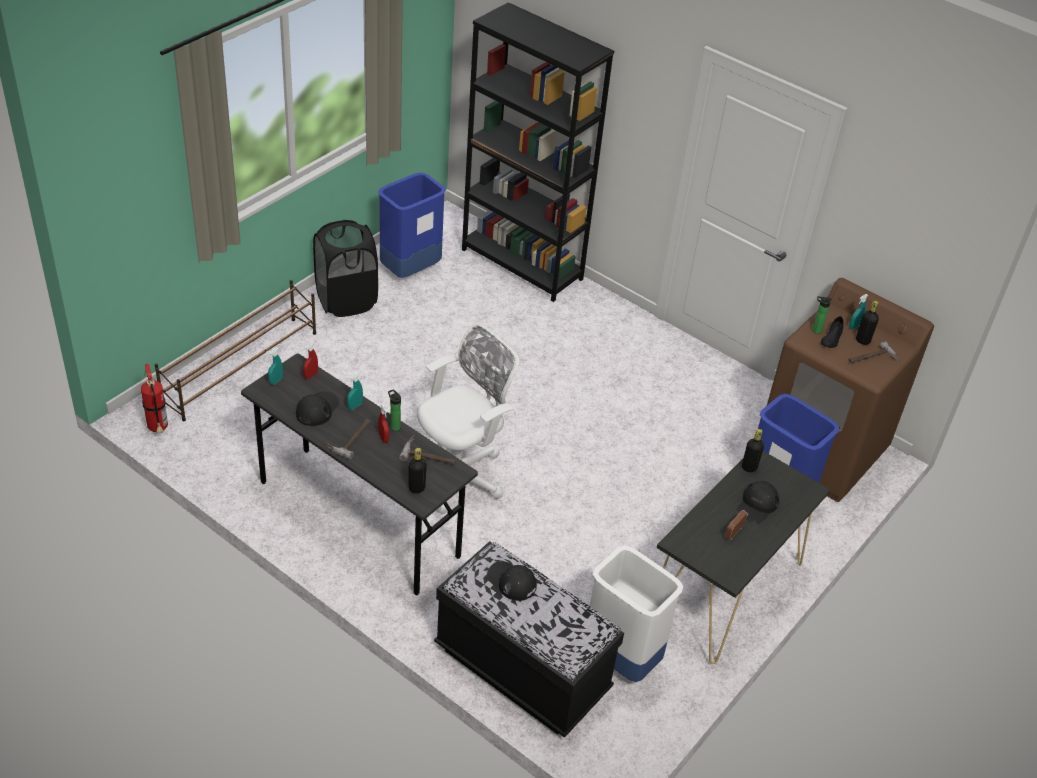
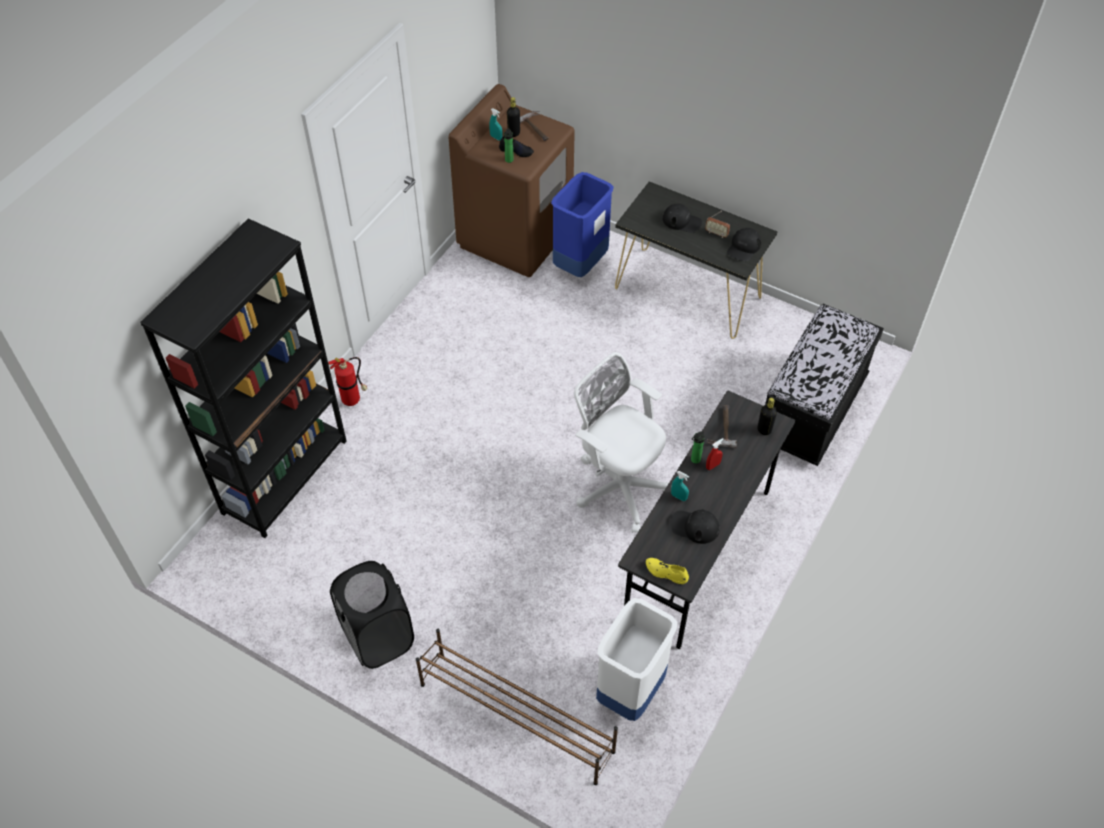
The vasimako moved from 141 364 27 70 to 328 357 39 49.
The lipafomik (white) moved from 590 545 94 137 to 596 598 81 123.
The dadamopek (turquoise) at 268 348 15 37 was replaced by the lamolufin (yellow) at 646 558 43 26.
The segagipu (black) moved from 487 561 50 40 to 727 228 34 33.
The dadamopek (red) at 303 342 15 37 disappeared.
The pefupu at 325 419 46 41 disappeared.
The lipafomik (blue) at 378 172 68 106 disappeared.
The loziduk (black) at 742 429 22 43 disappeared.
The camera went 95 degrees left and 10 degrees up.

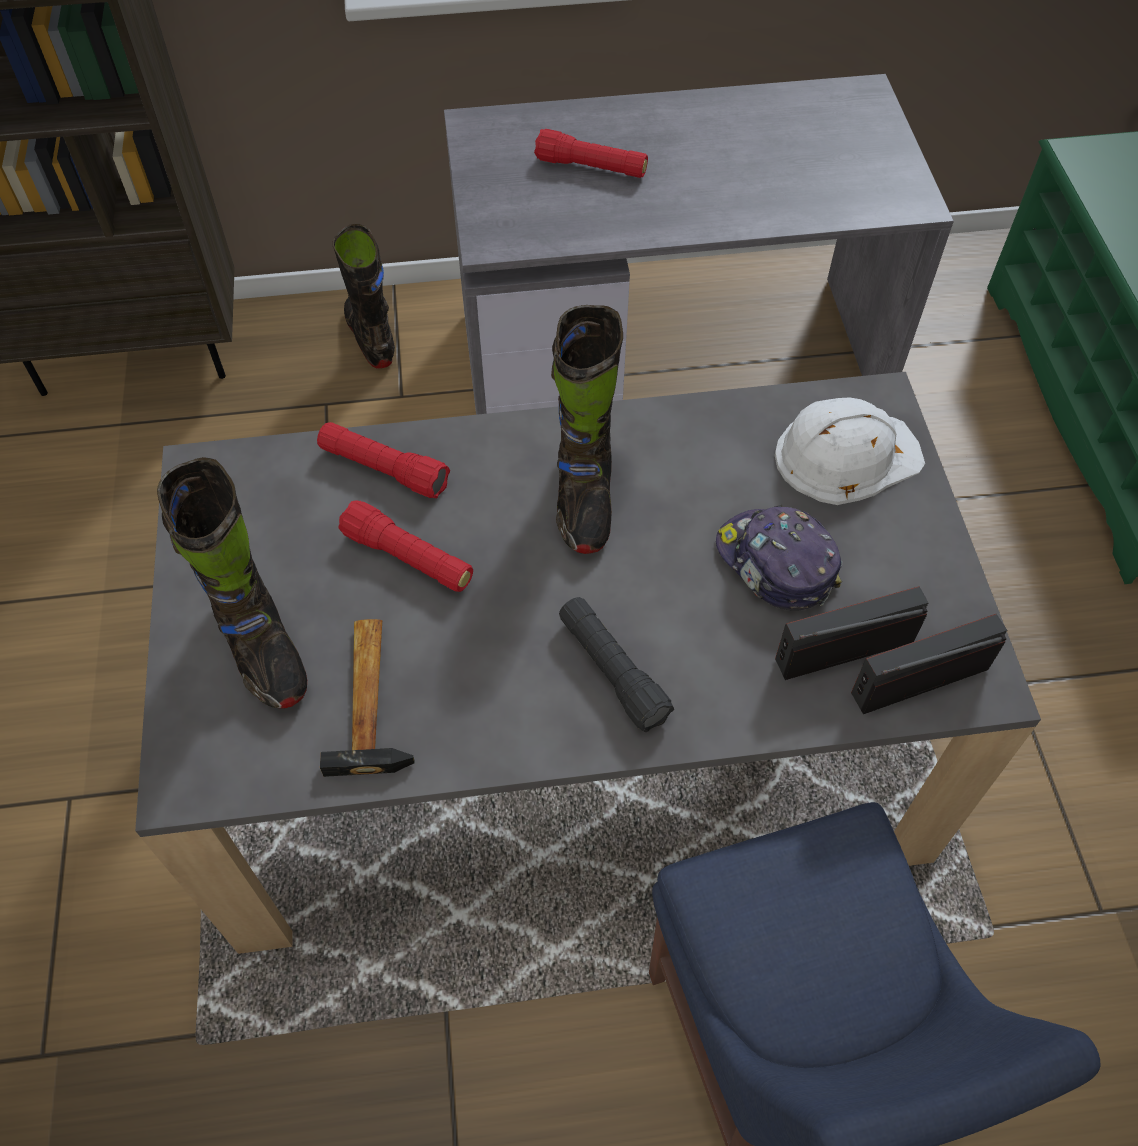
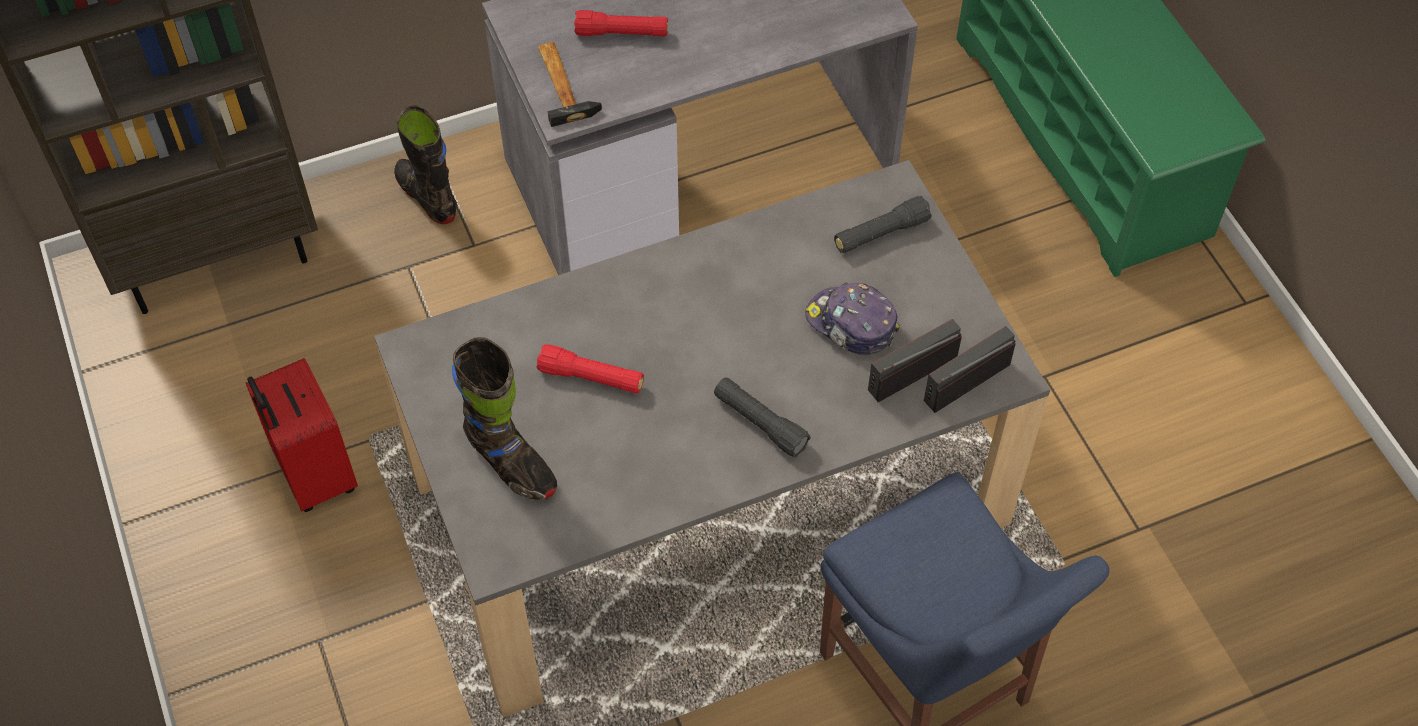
The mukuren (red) at 246 358 112 154 appeared.
The pefupu moved from 320 619 95 158 to 538 42 64 85.
The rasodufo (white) at 775 397 150 108 was replaced by the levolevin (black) at 834 196 98 57.
The levolevin (red) at 317 422 133 76 disappeared.
The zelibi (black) at 551 305 72 249 disappeared.
The camera went 15 degrees left and 0 degrees up.

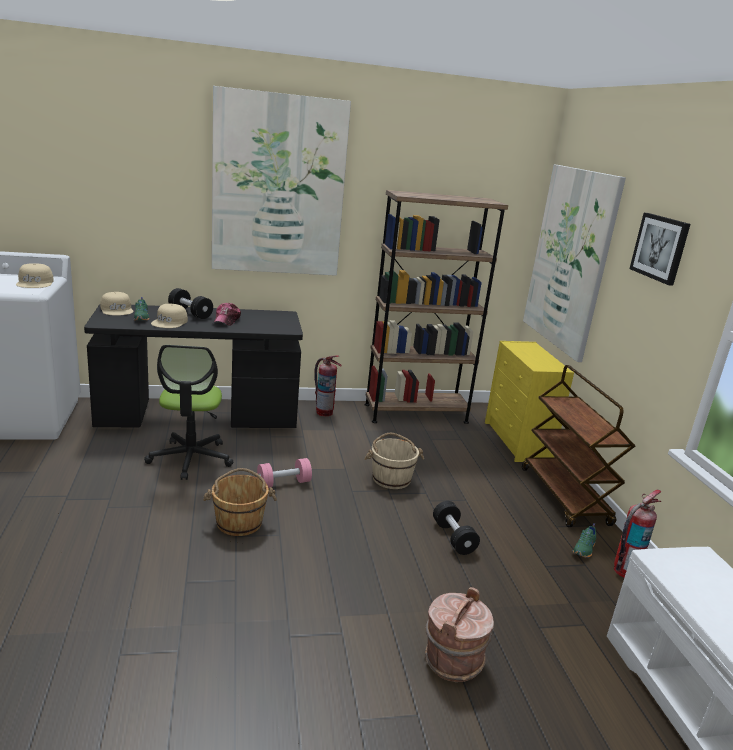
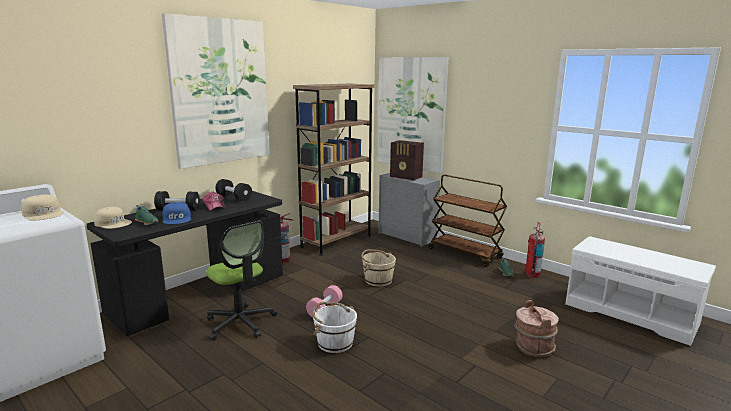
The segagipu (beige) at 151 304 37 24 became the segagipu (blue) at 162 202 29 22.
The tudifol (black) moved from 433 501 47 54 to 215 179 37 22.
The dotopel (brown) at 203 468 74 68 became the dotopel (white) at 313 302 44 51.
The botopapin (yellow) at 485 341 89 121 became the botopapin (grey) at 378 173 62 74.
The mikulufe at 390 140 34 41 appeared.
The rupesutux at 629 213 62 73 disappeared.
The camera went 35 degrees left and 5 degrees down.

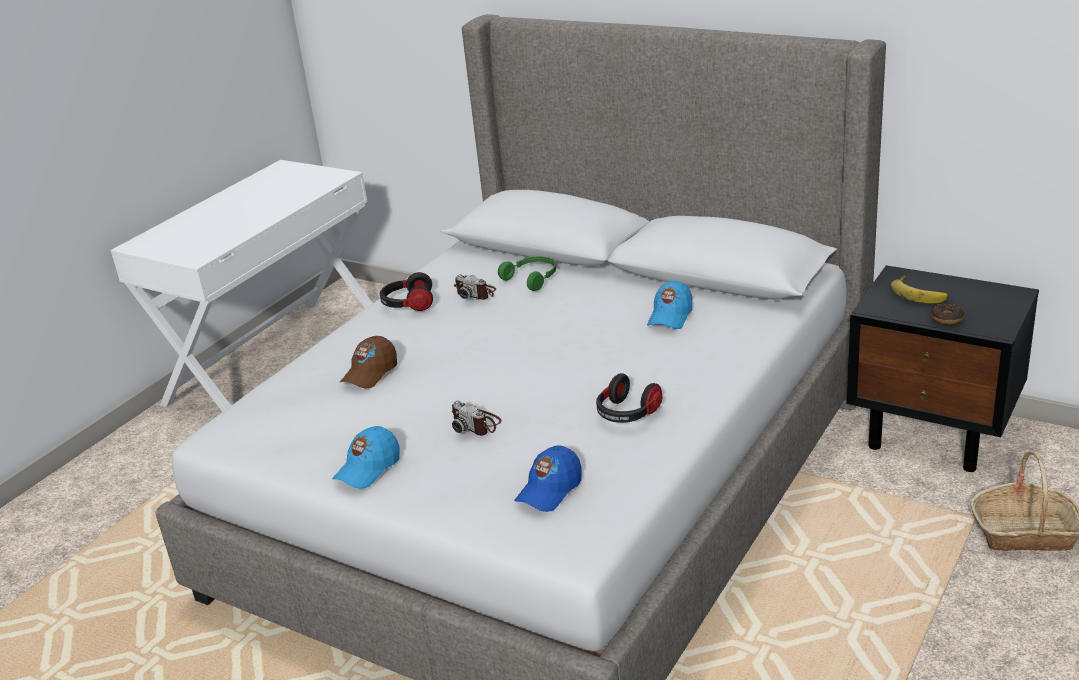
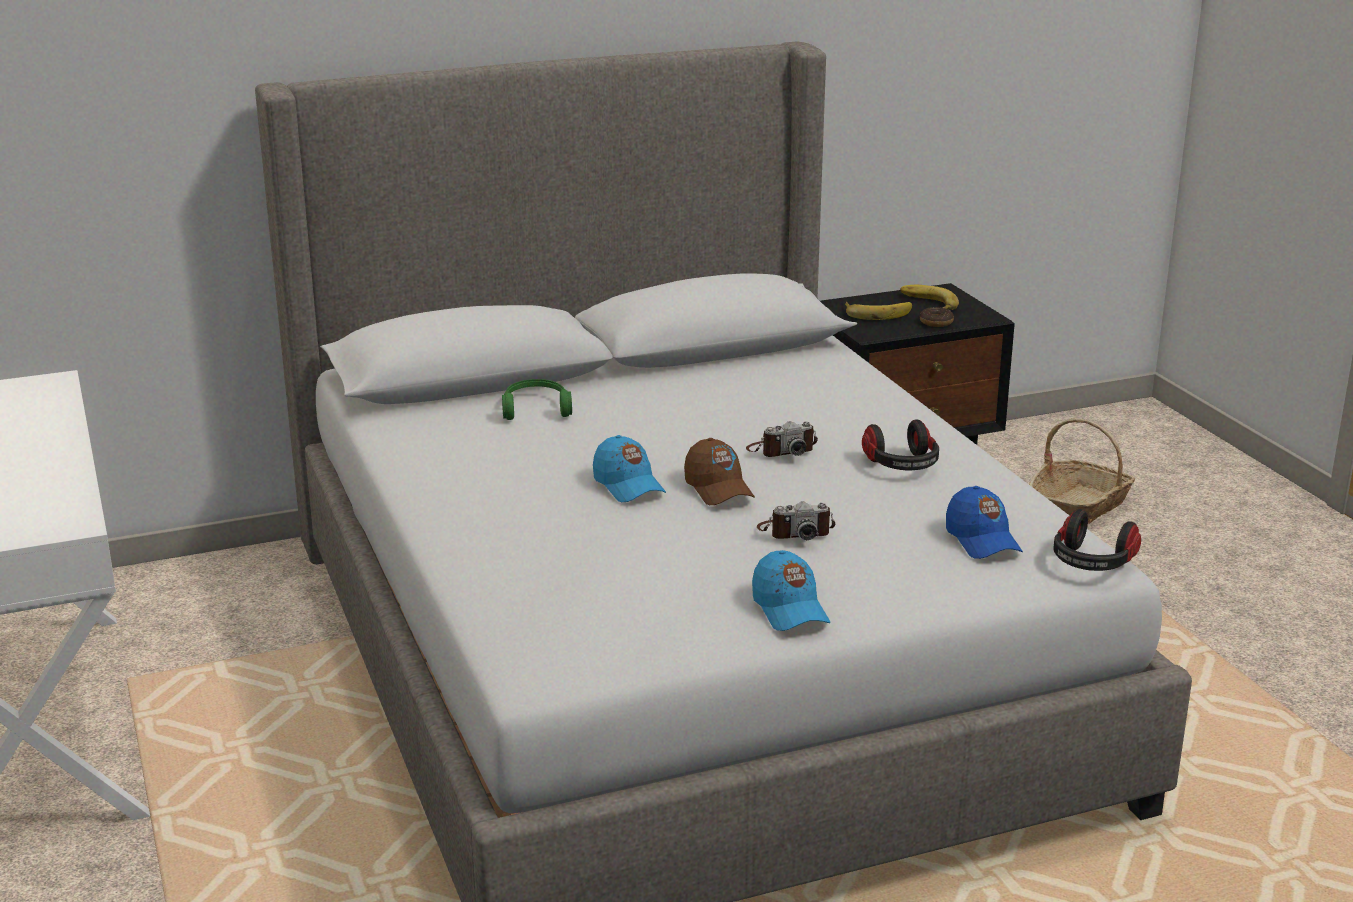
The segagipu (blue) moved from 647 281 45 48 to 593 435 73 67.
The segagipu (brown) moved from 340 336 57 52 to 684 438 71 67.
The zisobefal moved from 454 274 42 26 to 746 421 72 36.
The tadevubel at 900 285 59 25 appeared.
The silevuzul moved from 380 272 53 39 to 1053 509 88 62.
The camera went 55 degrees left and 5 degrees down.

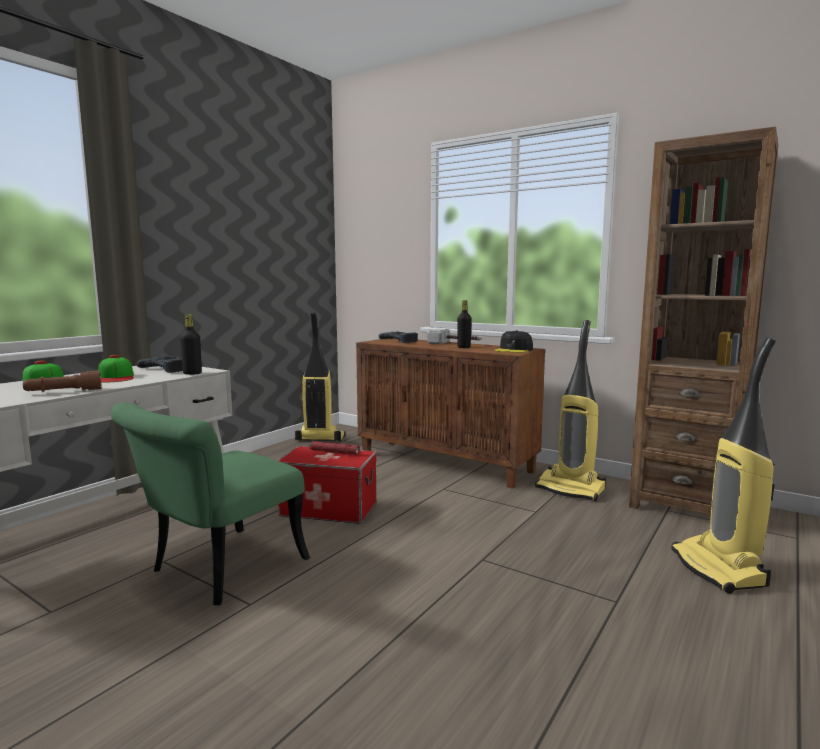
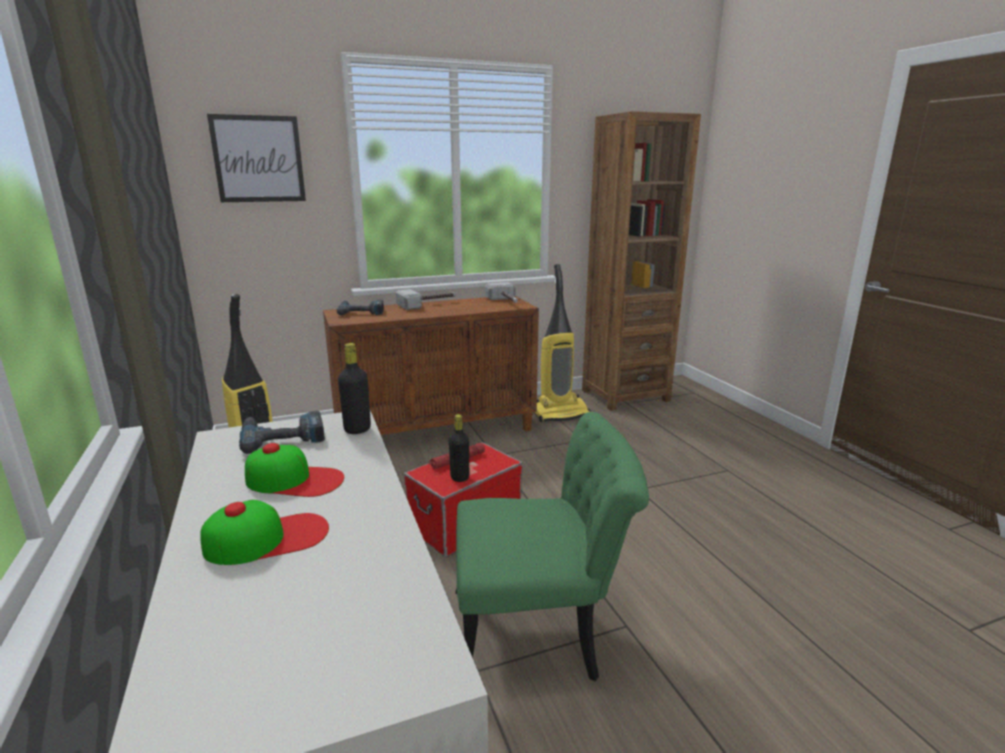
The rupesutux at 207 114 99 88 appeared.
The loziduk (black) moved from 457 300 15 48 to 449 414 20 68.
The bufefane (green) at 111 402 199 203 turned 75 degrees counterclockwise.
The segagipu (black) at 495 330 38 23 was replaced by the pefupu at 484 282 34 21.
The levolevin (brown) at 23 370 79 22 disappeared.
The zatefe at 671 338 105 256 disappeared.
The camera went 55 degrees left and 10 degrees up.

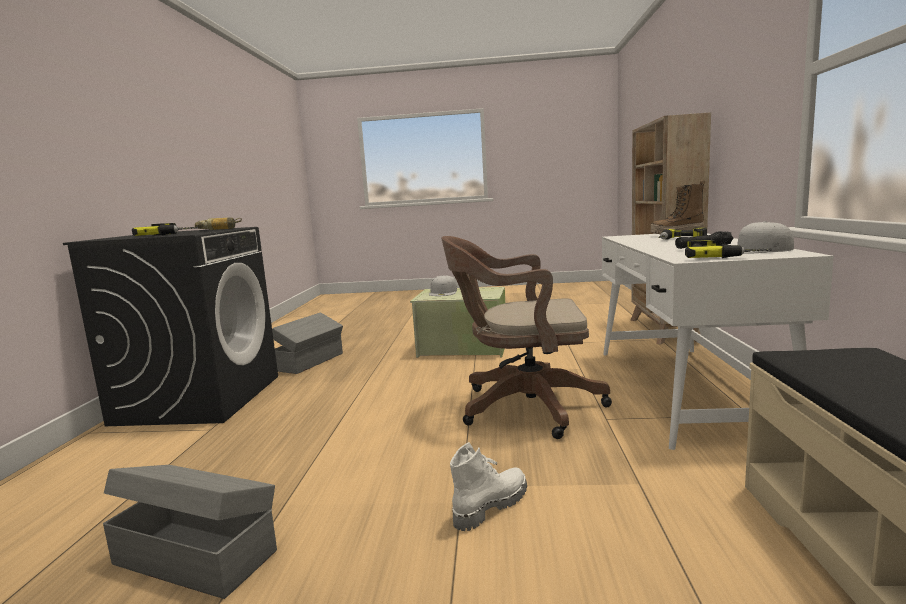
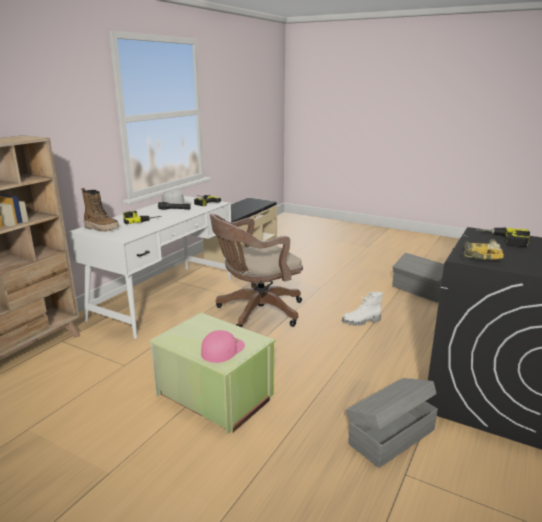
The segagipu (white) at 429 275 28 21 became the segagipu (pink) at 201 330 44 33.
The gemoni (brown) at 441 236 171 203 turned 120 degrees clockwise.
The zelibi (white) moved from 450 442 77 89 to 342 292 41 34.
The camera went 155 degrees left and 10 degrees up.

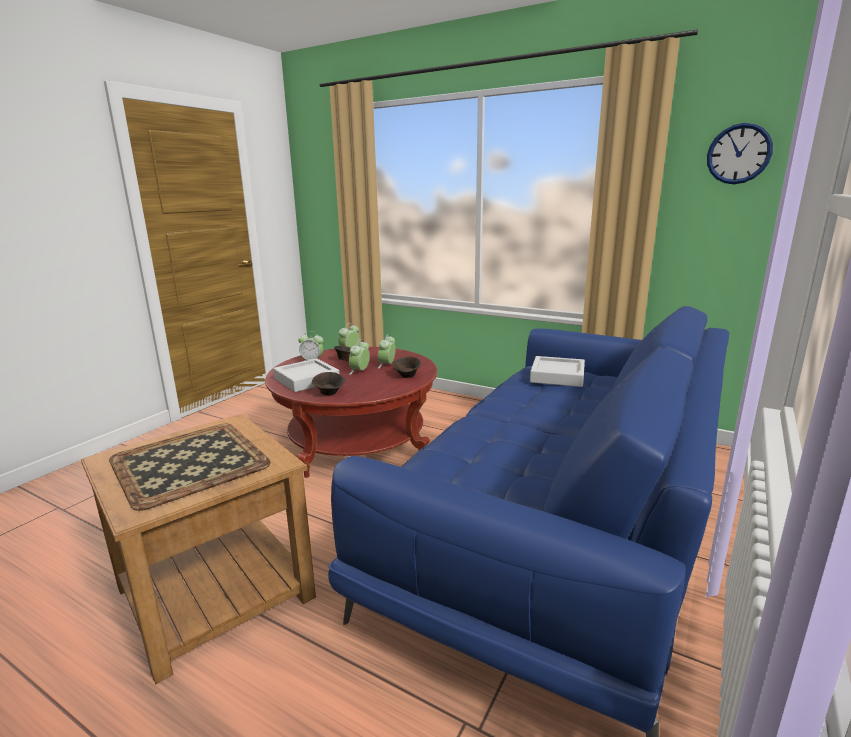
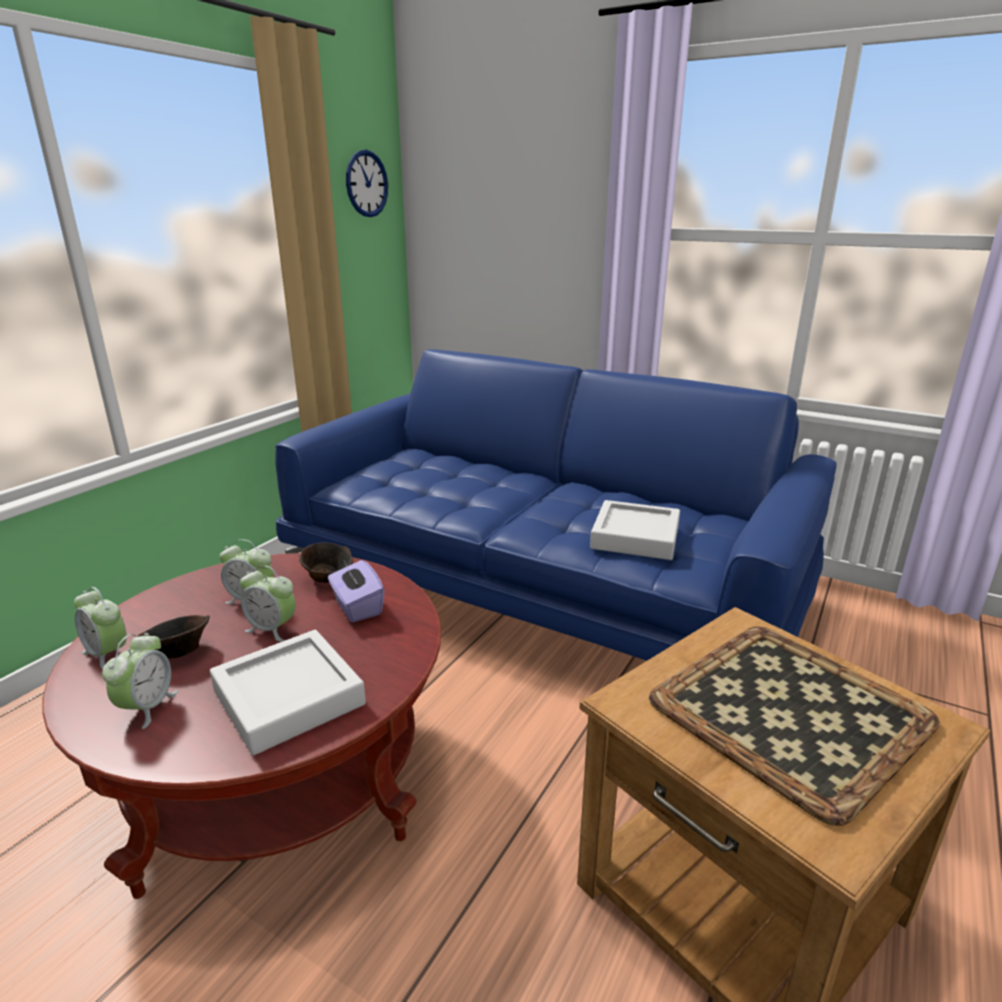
The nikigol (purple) at 328 559 56 63 appeared.
The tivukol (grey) moved from 530 356 55 31 to 590 500 90 60.
The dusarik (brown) at 312 372 33 23 disappeared.
The camera went 90 degrees left and 5 degrees up.

